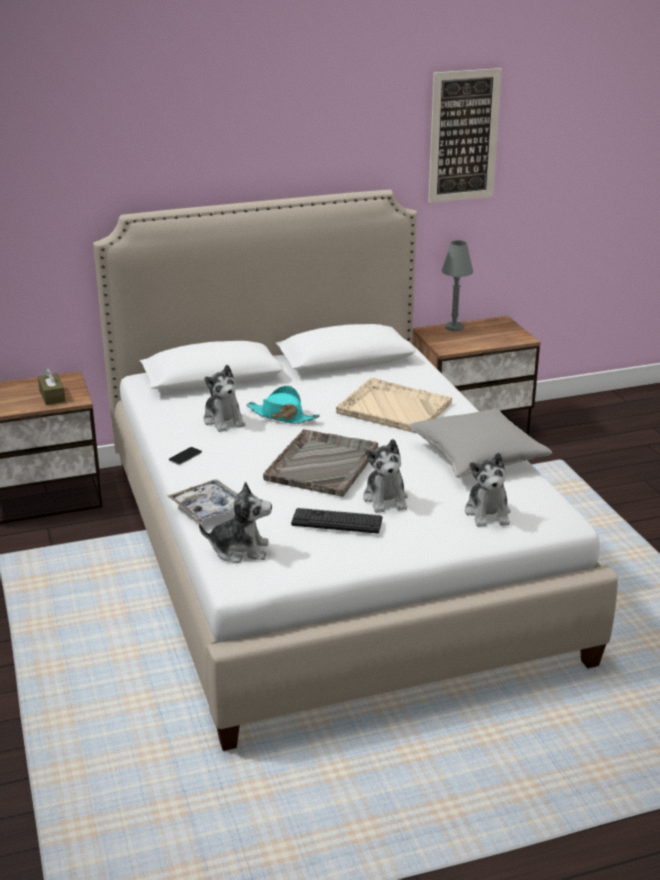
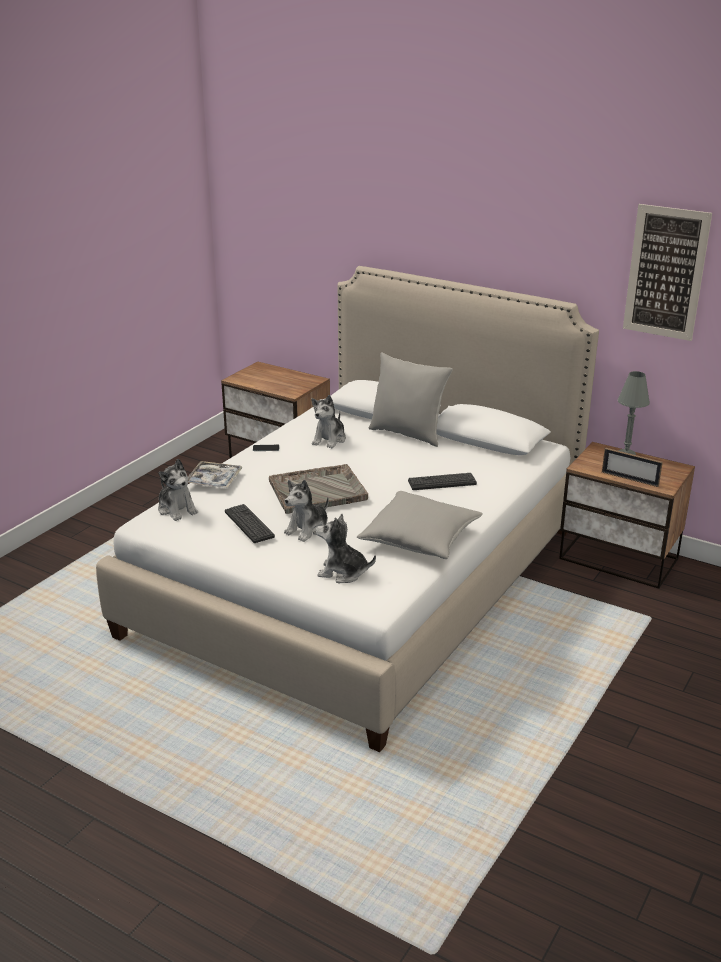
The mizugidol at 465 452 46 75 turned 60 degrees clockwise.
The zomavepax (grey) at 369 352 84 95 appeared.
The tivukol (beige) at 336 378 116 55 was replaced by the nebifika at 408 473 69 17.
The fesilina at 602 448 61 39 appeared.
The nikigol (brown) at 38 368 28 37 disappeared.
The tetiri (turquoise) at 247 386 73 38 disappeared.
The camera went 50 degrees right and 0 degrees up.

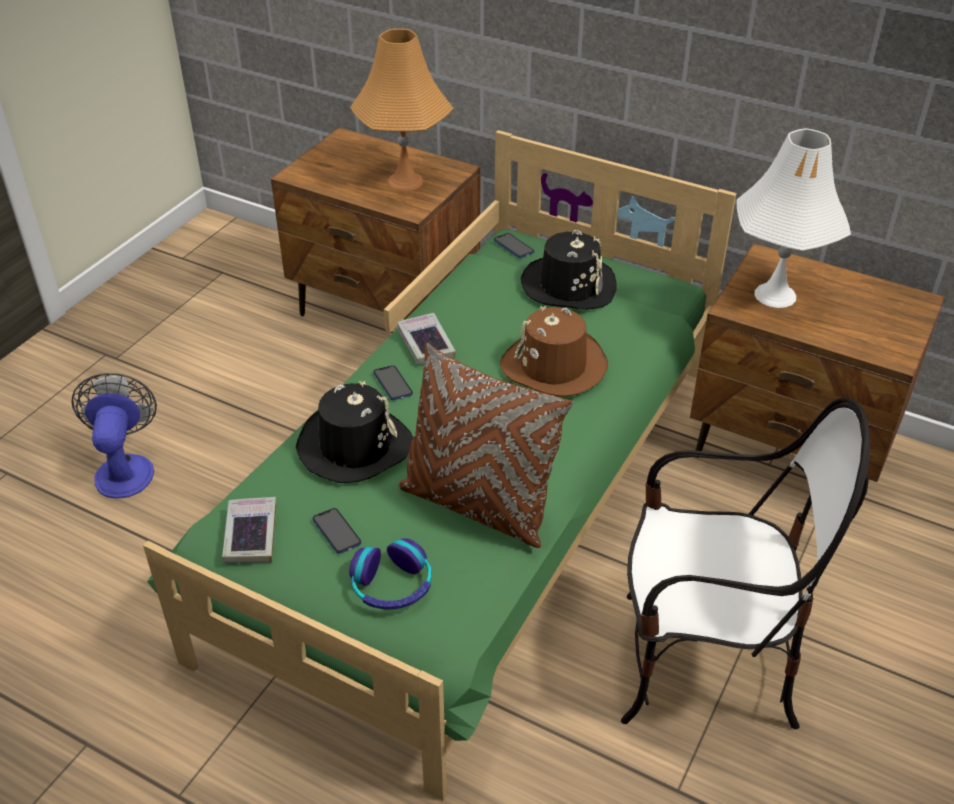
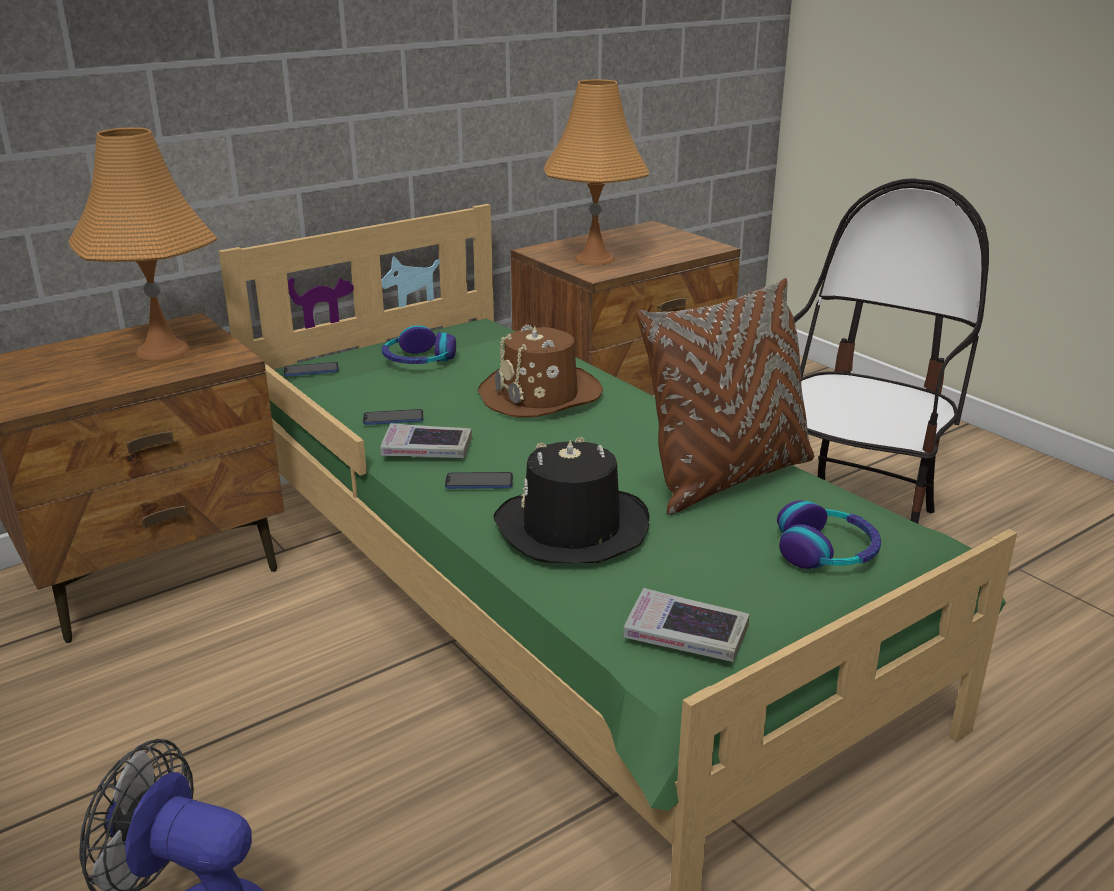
The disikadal moved from 313 508 48 46 to 363 409 60 16.
The tetiri (black) at 521 230 96 80 was replaced by the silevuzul at 382 325 74 39.
The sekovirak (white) at 737 128 114 180 became the sekovirak (orange) at 544 79 105 186.
The camera went 65 degrees left and 15 degrees down.

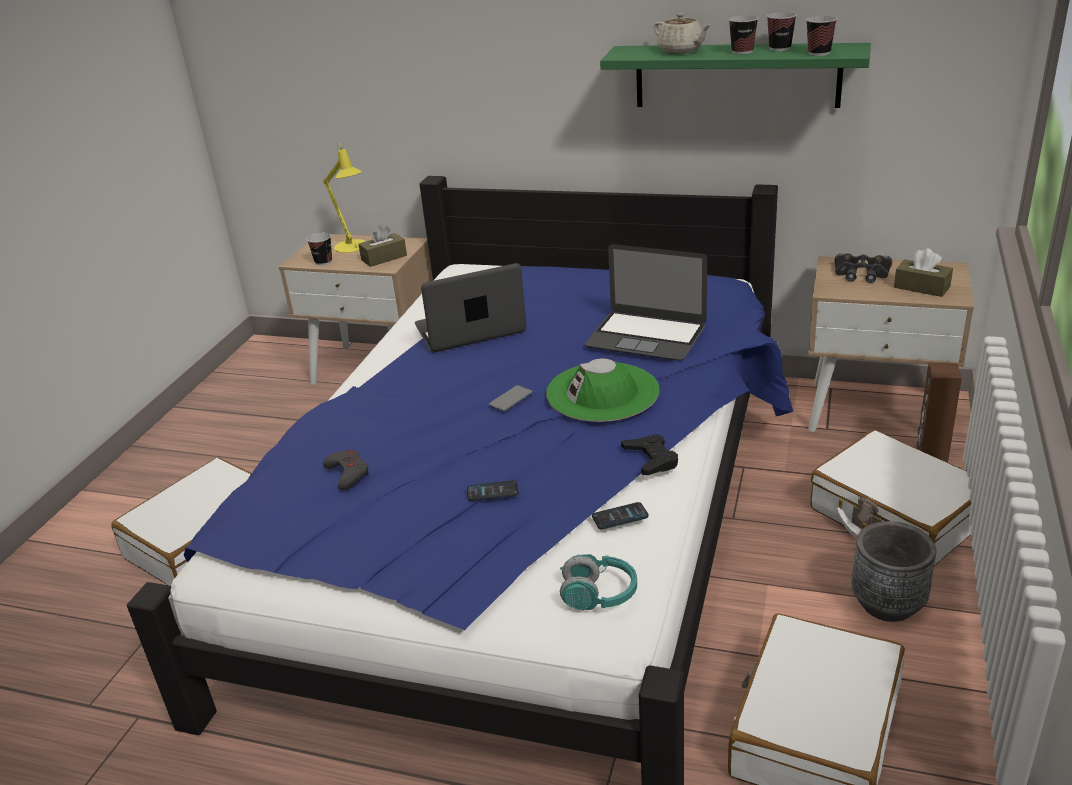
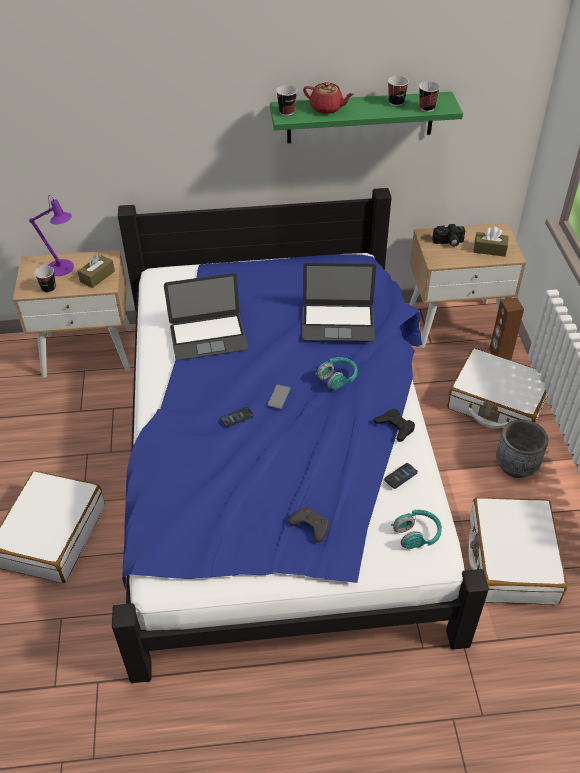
The sekovirak (yellow) at 323 142 43 111 became the sekovirak (purple) at 29 195 45 81.
The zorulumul at 415 263 112 89 turned 150 degrees counterclockwise.
The disikadal moved from 467 480 52 21 to 220 407 34 20.
The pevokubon moved from 729 15 29 40 to 276 85 21 31.
The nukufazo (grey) moved from 323 449 46 41 to 288 507 41 35.
The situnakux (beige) at 654 13 57 41 became the situnakux (red) at 303 82 51 32.
The tetiri (green) at 546 358 113 64 was replaced by the silevuzul (turquoise) at 315 357 43 33.
The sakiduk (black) at 834 253 58 30 was replaced by the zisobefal at 432 224 33 23.
The camera went 25 degrees left and 15 degrees up.

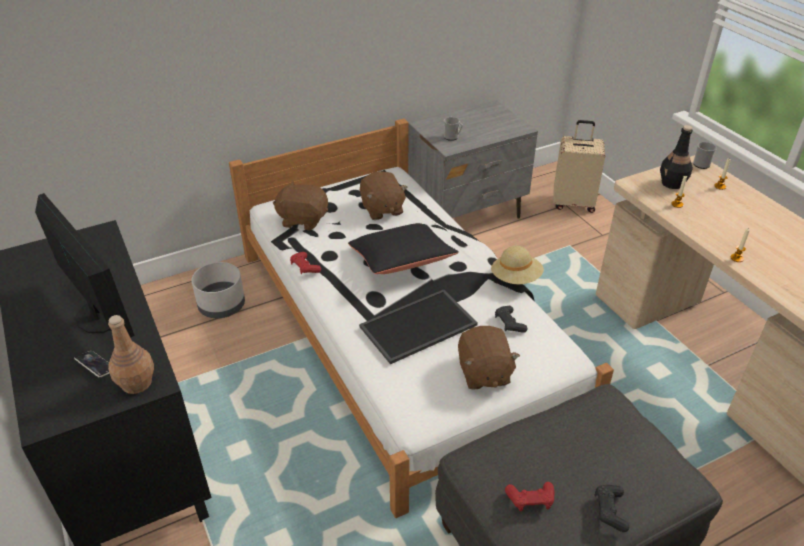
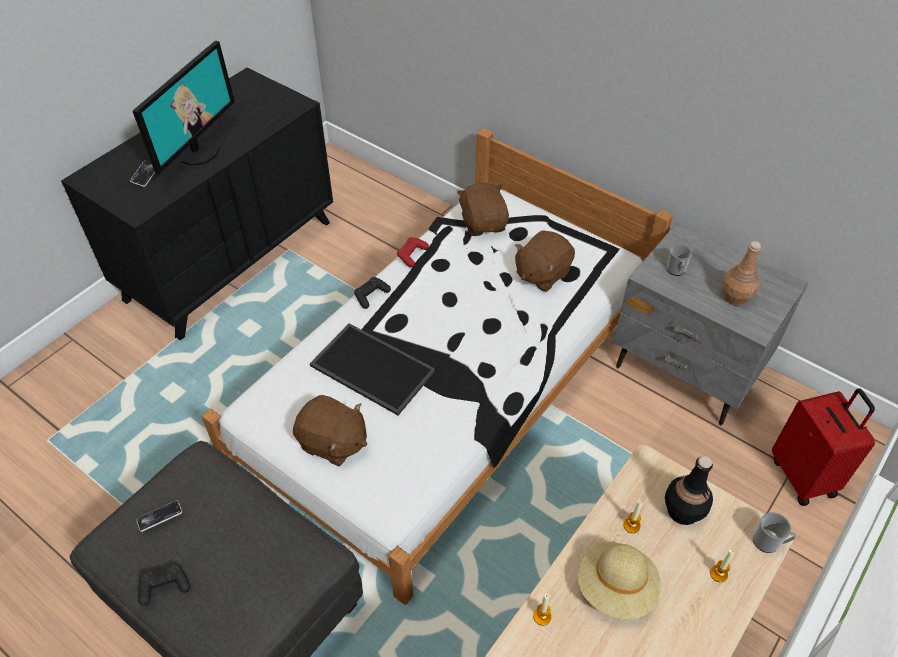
The nukufazo (red) at 505 482 49 29 was replaced by the disikadal at 137 501 45 31.
The mizugidol (brown) at 458 326 62 64 turned 120 degrees counterclockwise.
The nukufazo (black) moved from 495 306 33 27 to 354 277 37 32.
The tetiri (beige) moved from 491 246 53 38 to 578 542 83 77.
The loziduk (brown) moved from 108 315 46 79 to 722 241 39 65.
The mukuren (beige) at 553 120 52 93 became the mukuren (red) at 772 388 103 118.
The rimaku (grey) at 191 262 54 56 disappeared.
The zomavepax (black) at 348 223 111 51 disappeared.
The camera went 65 degrees right and 10 degrees up.

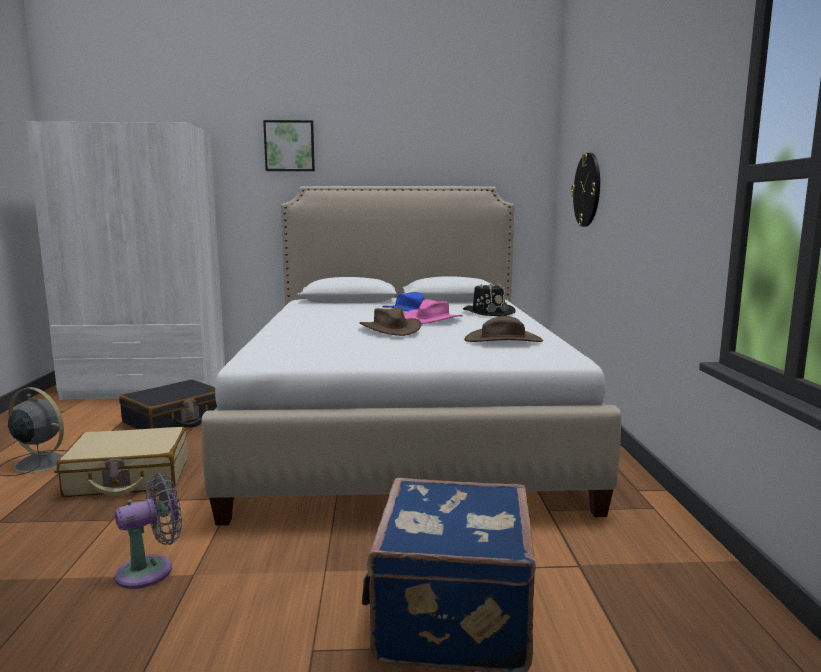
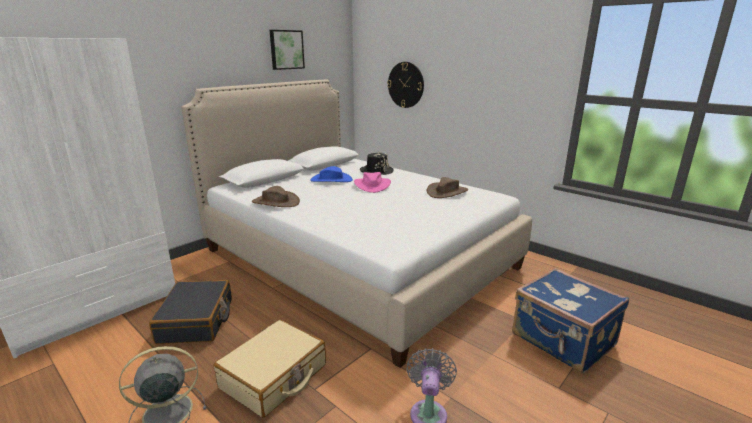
The tetiri (brown) moved from 359 307 62 29 to 252 186 48 21.
The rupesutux moved from 263 120 52 51 to 270 30 35 40.
The camera went 45 degrees left and 10 degrees up.

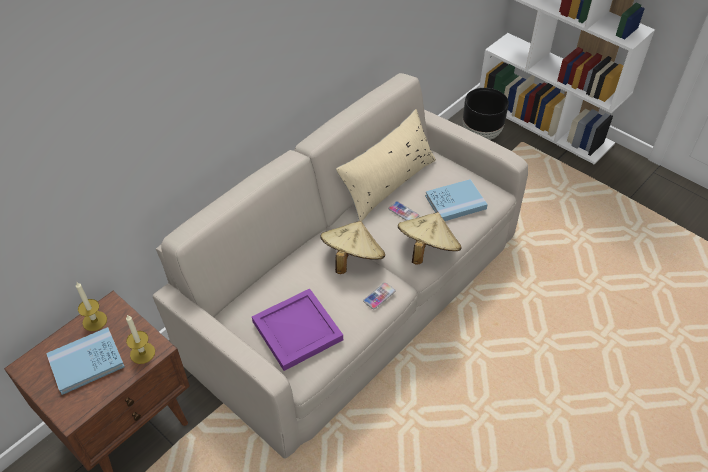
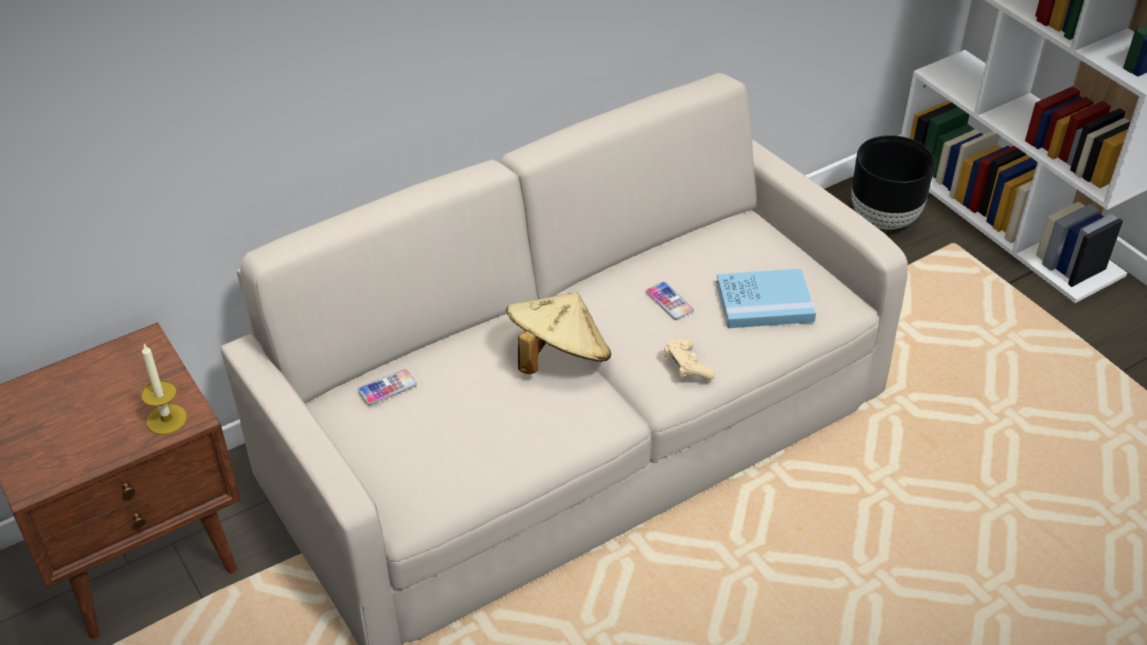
The disikadal moved from 363 282 33 27 to 358 369 59 36.
The tetiri (beige) at 398 212 63 52 was replaced by the nukufazo (beige) at 664 339 51 41.
The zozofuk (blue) at 46 327 79 68 disappeared.
The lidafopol at 76 282 31 49 disappeared.
The tivukol (purple) at 252 289 91 82 disappeared.
The zomavepax (beige) at 336 109 100 113 disappeared.
The camera went 15 degrees right and 5 degrees down.

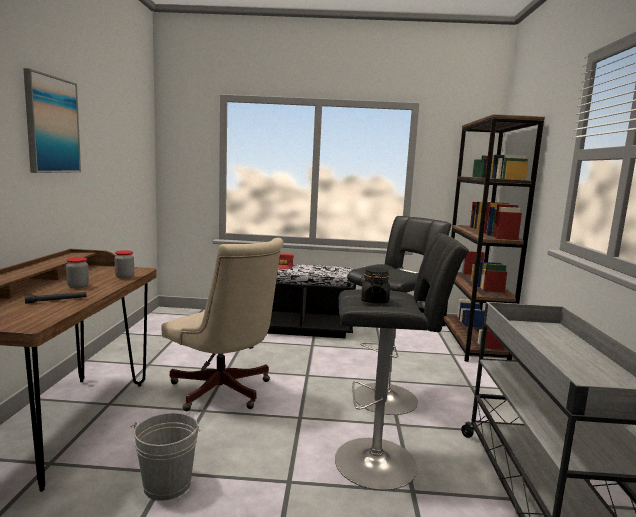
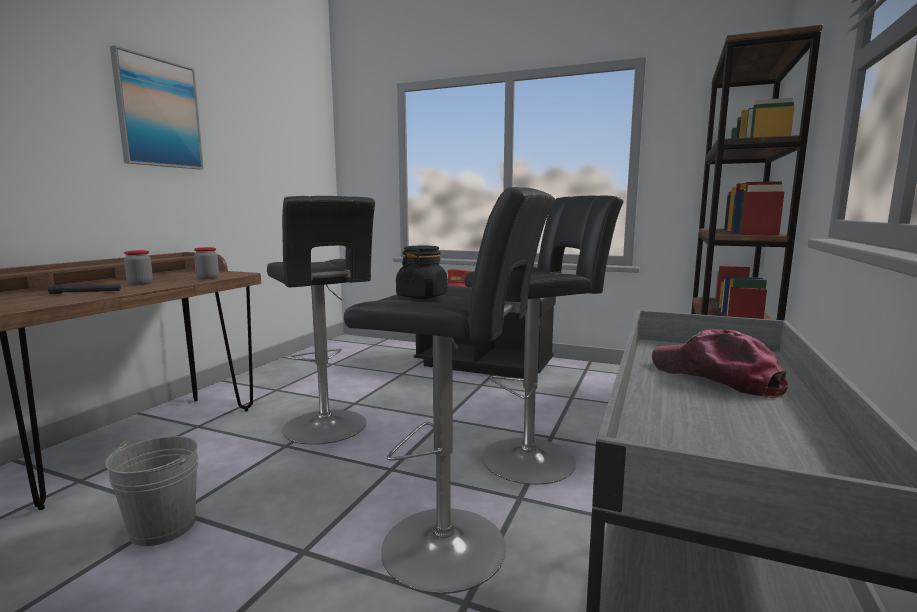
The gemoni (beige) at 161 238 123 173 was replaced by the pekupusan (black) at 267 196 108 249.
The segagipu at 652 329 137 69 appeared.
The camera went 20 degrees right and 0 degrees up.

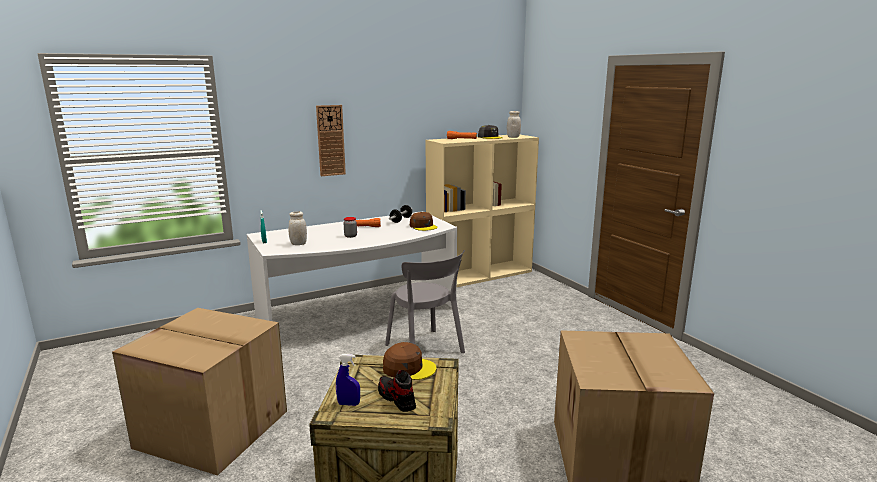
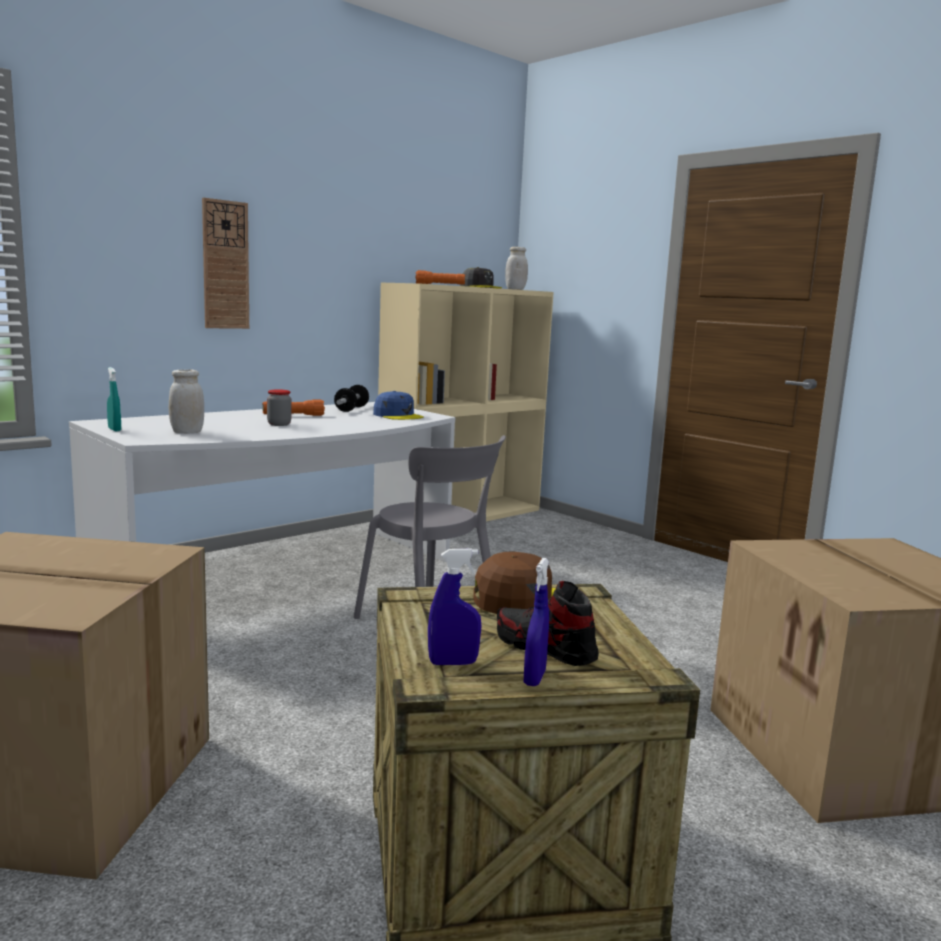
The segagipu (brown) at 410 212 27 19 became the segagipu (blue) at 373 391 51 29.
The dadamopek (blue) at 524 558 25 128 appeared.
The camera went 15 degrees left and 5 degrees down.

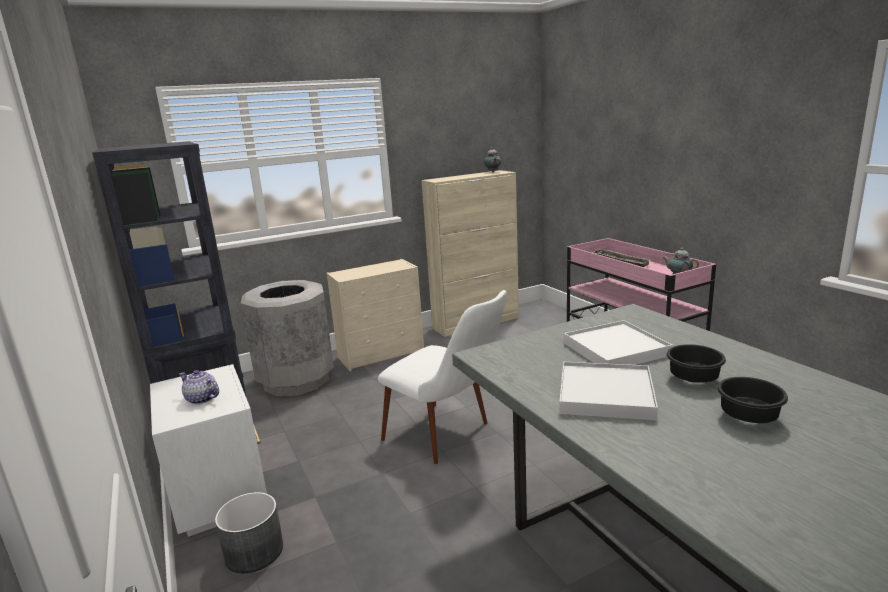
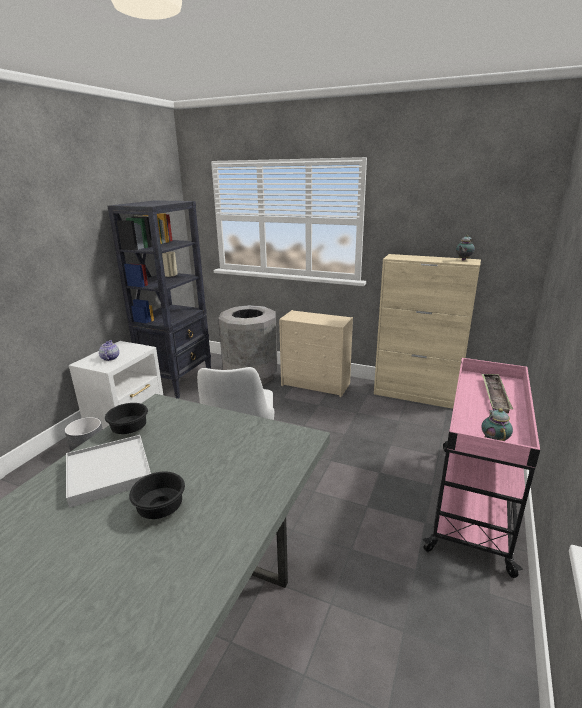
The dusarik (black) moved from 717 377 71 46 to 105 403 43 31.
The tivukol (white) at 564 320 109 45 disappeared.
The camera went 50 degrees right and 5 degrees up.

